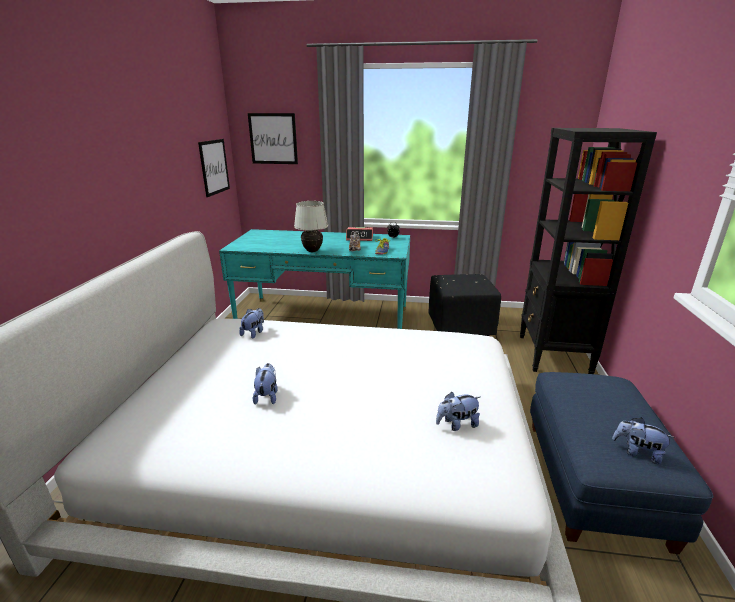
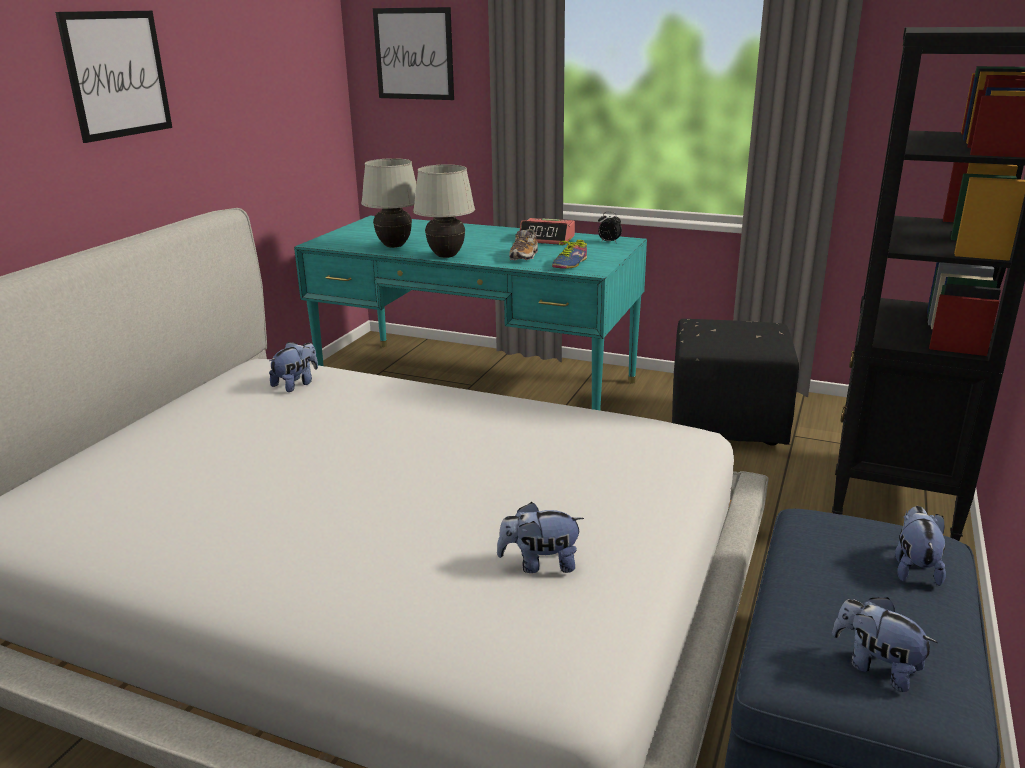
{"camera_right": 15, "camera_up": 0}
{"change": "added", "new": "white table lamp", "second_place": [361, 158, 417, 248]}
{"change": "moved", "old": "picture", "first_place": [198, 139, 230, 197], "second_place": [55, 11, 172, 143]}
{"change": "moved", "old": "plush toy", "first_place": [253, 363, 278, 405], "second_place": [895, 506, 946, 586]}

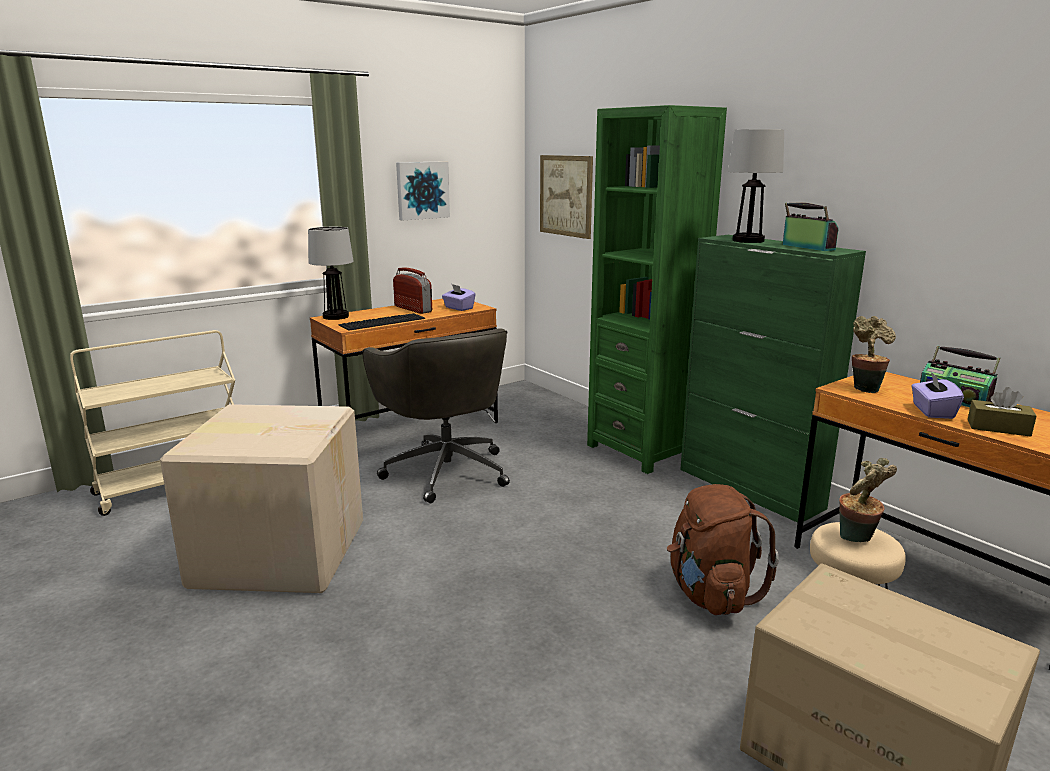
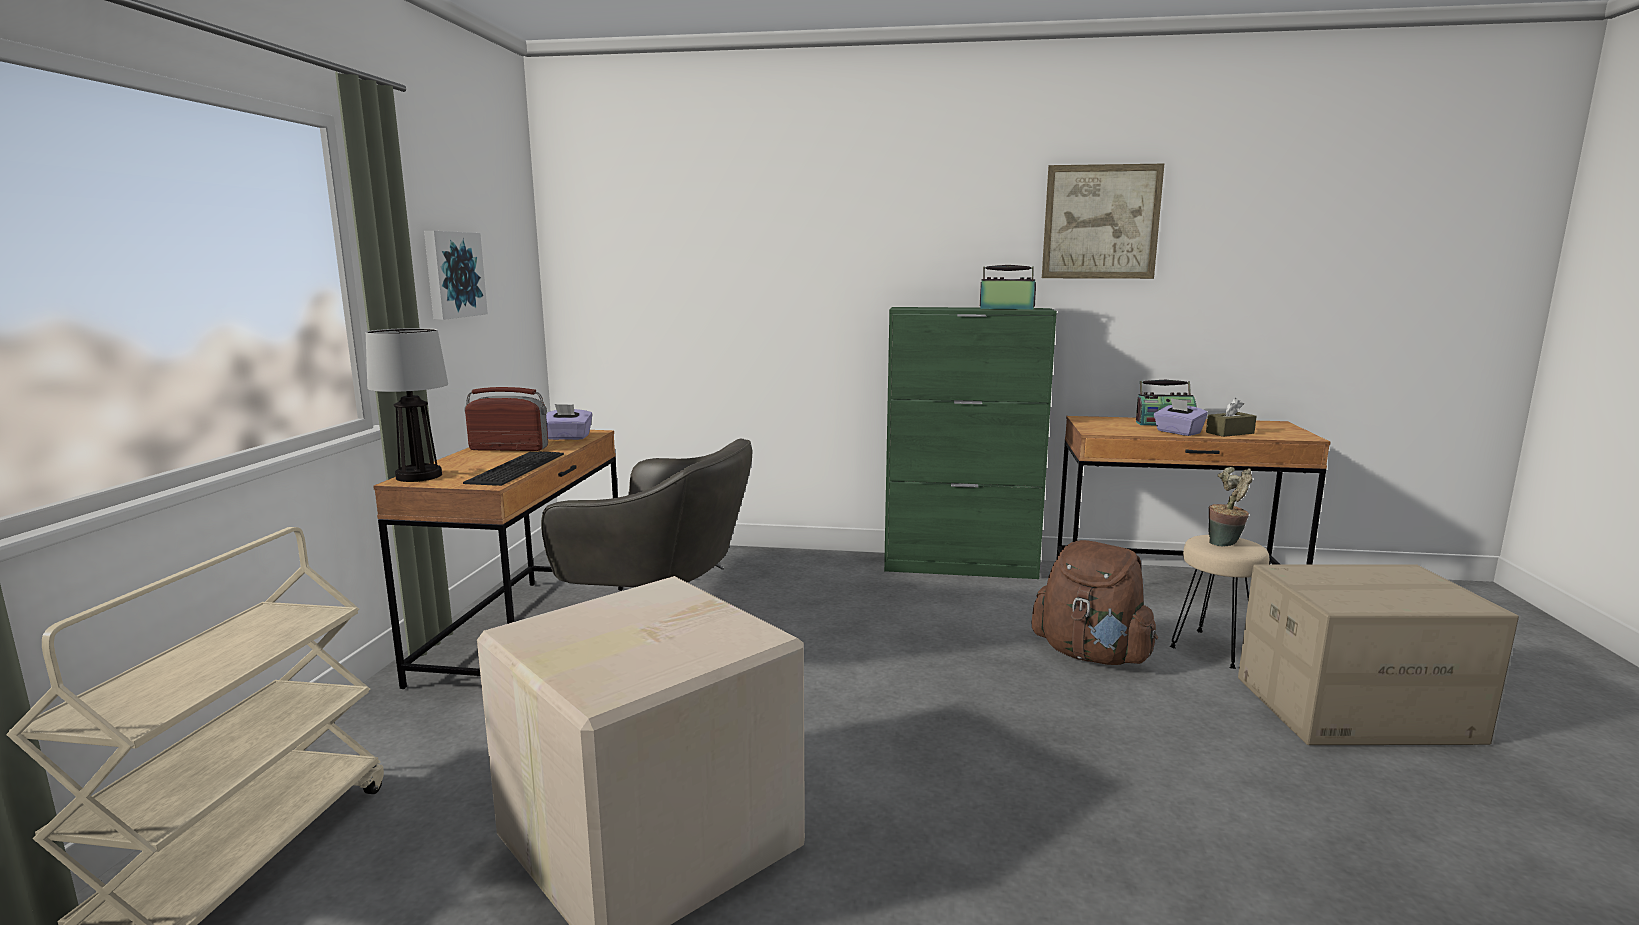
{"camera_right": -45, "camera_up": -5}
{"change": "removed", "old": "green bookcase", "first_place": [587, 105, 727, 474]}
{"change": "removed", "old": "table lamp", "first_place": [728, 129, 784, 243]}
{"change": "removed", "old": "potted plant", "first_place": [852, 316, 896, 393]}
{"change": "moved", "old": "picture", "first_place": [540, 155, 593, 239], "second_place": [1042, 164, 1164, 279]}

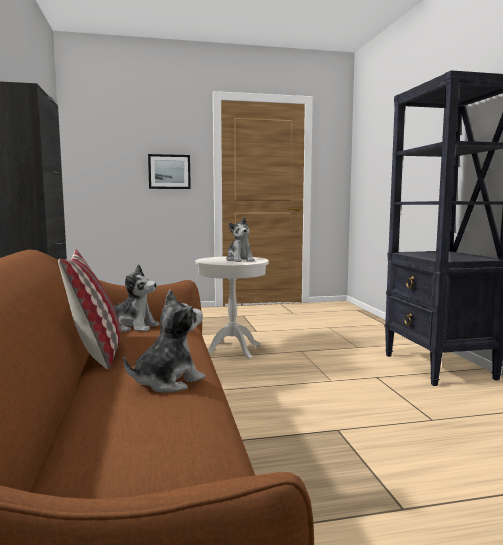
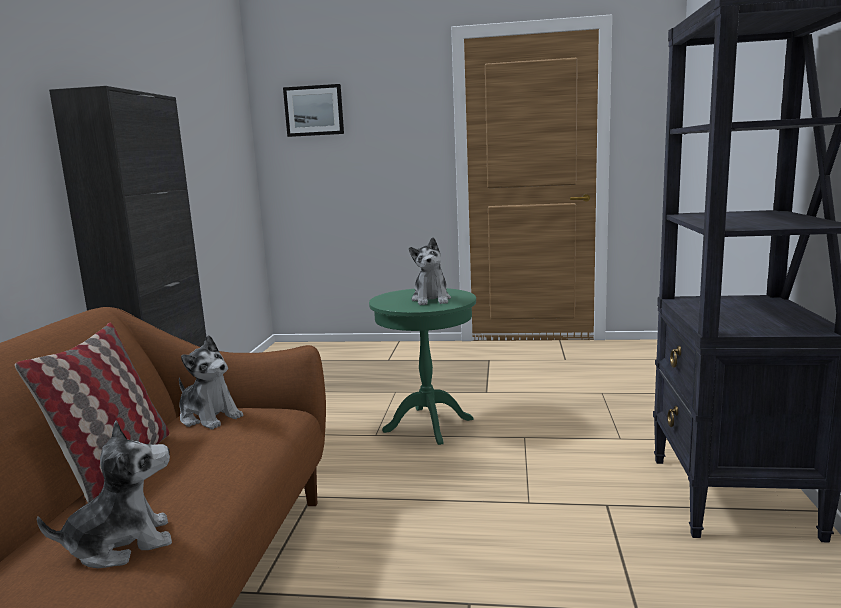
{"camera_right": 20, "camera_up": 5}
{"change": "moved", "old": "picture", "first_place": [148, 154, 191, 189], "second_place": [283, 84, 344, 137]}
{"change": "recoloured", "old": "white side table", "new": "green side table", "first_place": [195, 257, 269, 359], "second_place": [369, 288, 476, 445]}

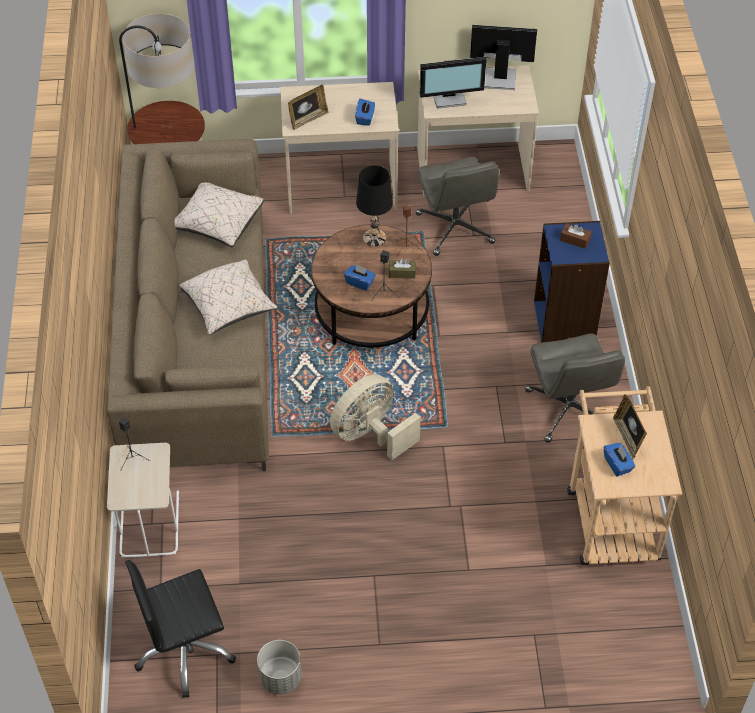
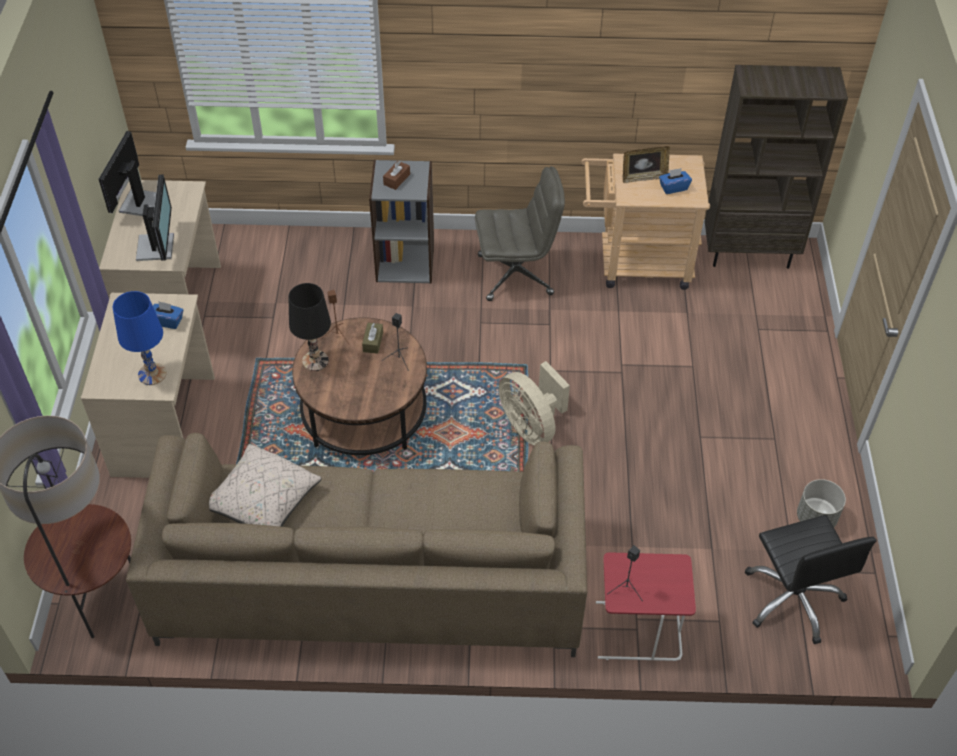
{"camera_right": -85, "camera_up": 0}
{"change": "removed", "old": "beige pillow", "first_place": [179, 259, 278, 335]}
{"change": "removed", "old": "blue tissue box", "first_place": [344, 264, 376, 291]}
{"change": "removed", "old": "grey office chair", "first_place": [416, 156, 499, 256]}
{"change": "added", "new": "brown bookcase", "second_place": [705, 65, 848, 269]}
{"change": "replaced", "old": "picture frame", "new": "blue table lamp", "first_place": [288, 85, 329, 130], "second_place": [113, 291, 167, 385]}
{"change": "recoloured", "old": "beige side table", "new": "red side table", "first_place": [107, 443, 179, 558], "second_place": [596, 552, 696, 661]}
{"change": "recoloured", "old": "blue bookcase", "new": "grey bookcase", "first_place": [534, 221, 610, 343], "second_place": [369, 160, 434, 283]}

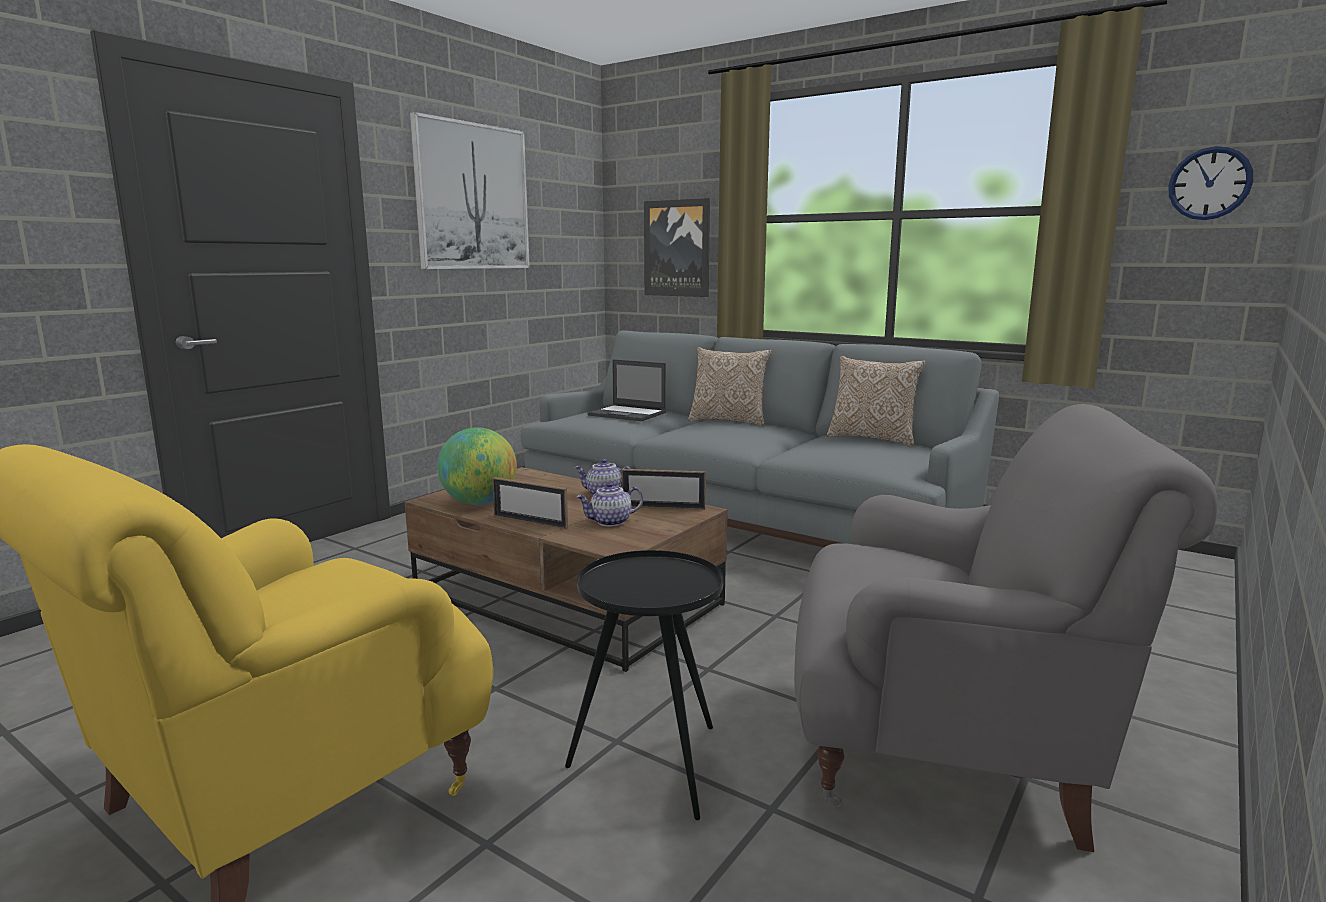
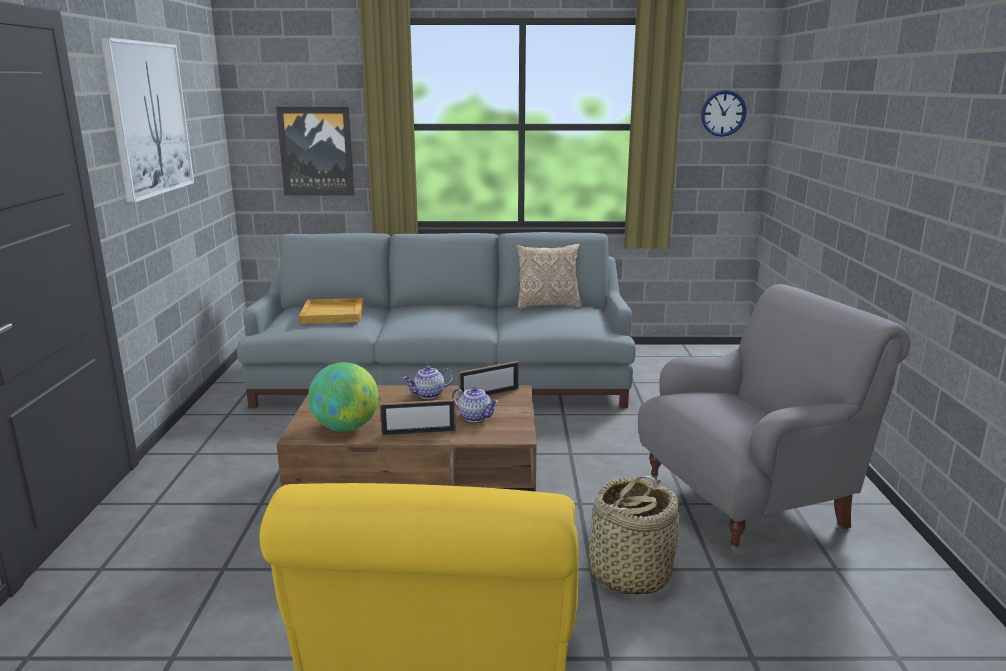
{"camera_right": -35, "camera_up": 5}
{"change": "removed", "old": "pillow", "first_place": [688, 347, 772, 426]}
{"change": "replaced", "old": "black side table", "new": "basket", "first_place": [565, 550, 723, 820], "second_place": [586, 476, 679, 594]}
{"change": "replaced", "old": "laptop", "new": "beige tray", "first_place": [588, 359, 666, 421], "second_place": [299, 298, 364, 324]}
{"change": "turned", "old": "teapot", "first_place": [576, 482, 643, 527], "second_place": [452, 387, 498, 422], "degrees": -90}

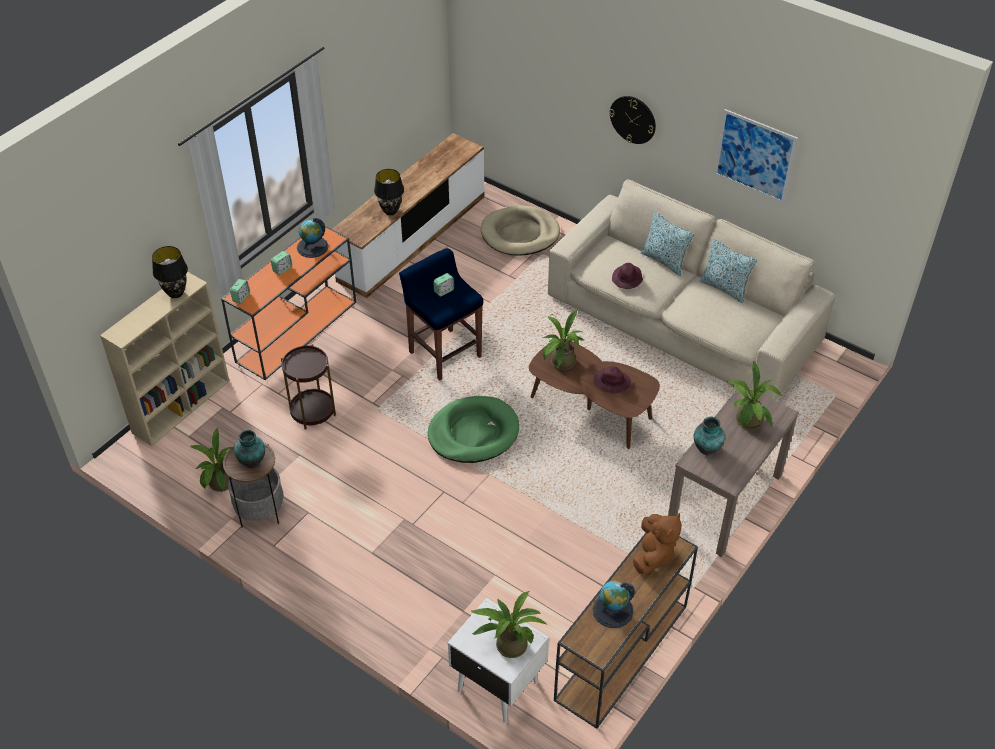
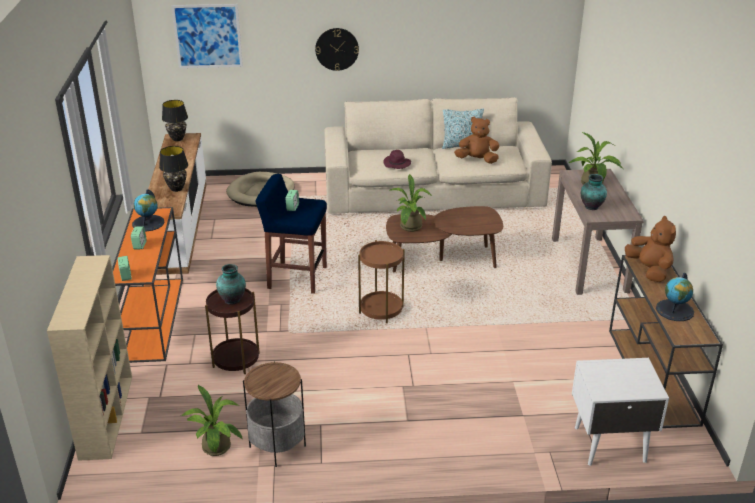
{"camera_right": -40, "camera_up": -15}
{"change": "removed", "old": "potted plant", "first_place": [471, 591, 548, 658]}
{"change": "removed", "old": "purple hat", "first_place": [593, 366, 631, 394]}
{"change": "removed", "old": "pillow", "first_place": [641, 212, 694, 276]}
{"change": "added", "new": "brown plush toy", "second_place": [454, 117, 499, 164]}
{"change": "moved", "old": "black table lamp", "first_place": [152, 246, 188, 298], "second_place": [162, 100, 188, 141]}
{"change": "moved", "old": "vase", "first_place": [234, 430, 265, 468], "second_place": [216, 264, 246, 305]}
{"change": "moved", "old": "picture", "first_place": [714, 109, 798, 204], "second_place": [172, 4, 243, 68]}
{"change": "replaced", "old": "green dog bed", "new": "brown side table", "first_place": [428, 396, 519, 463], "second_place": [358, 240, 405, 323]}

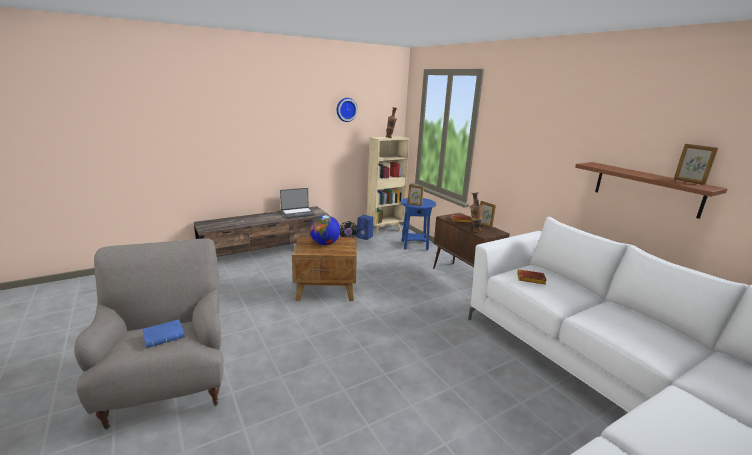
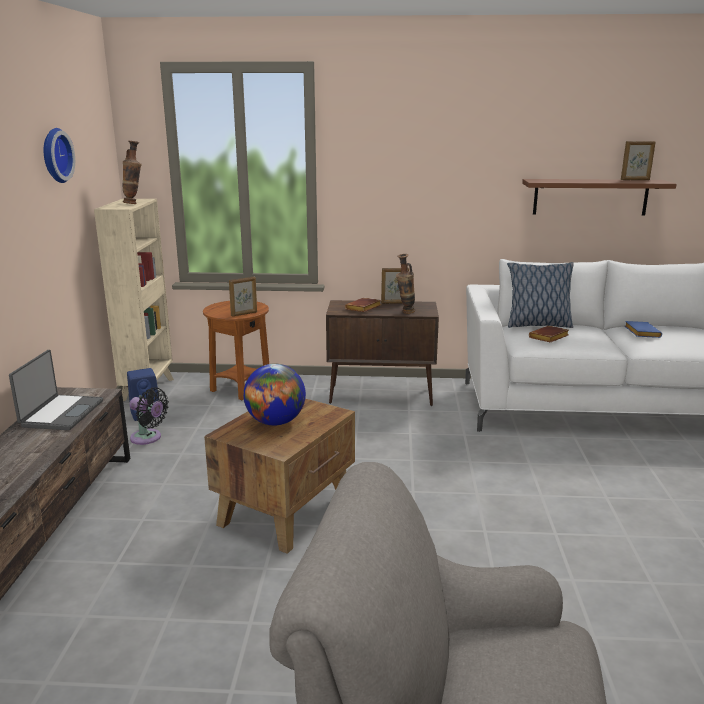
{"camera_right": -55, "camera_up": 0}
{"change": "added", "new": "pillow", "second_place": [507, 262, 574, 328]}
{"change": "moved", "old": "blue book", "first_place": [142, 319, 185, 348], "second_place": [625, 321, 662, 338]}
{"change": "recoloured", "old": "blue side table", "new": "brown side table", "first_place": [401, 198, 436, 250], "second_place": [203, 301, 269, 400]}

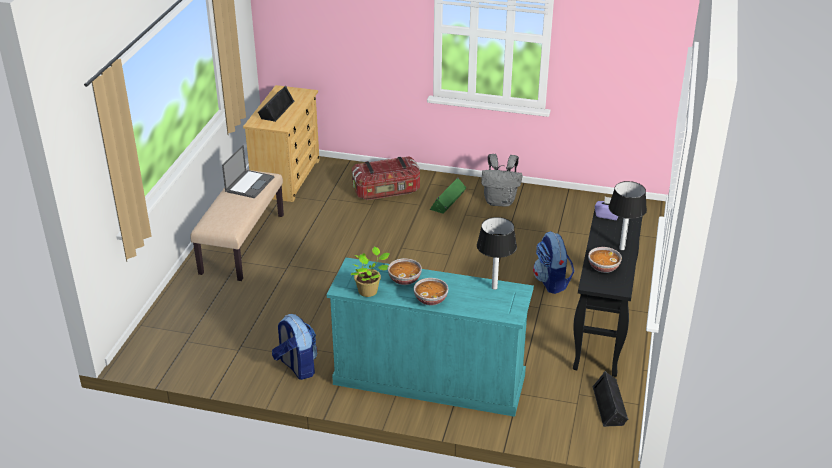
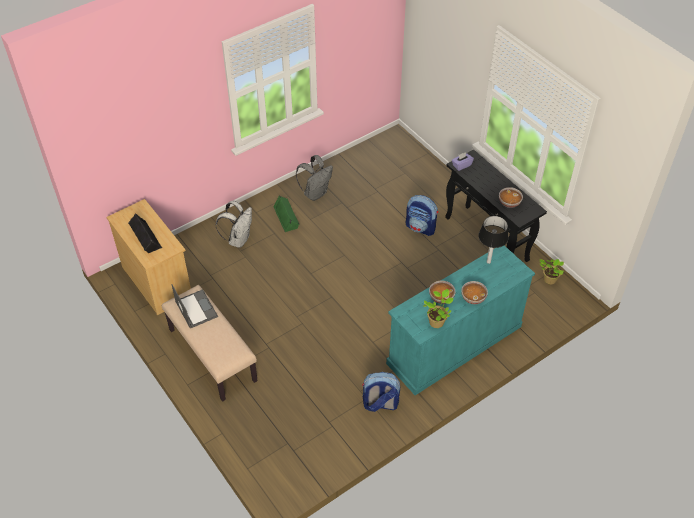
{"camera_right": -50, "camera_up": 15}
{"change": "removed", "old": "table lamp", "first_place": [609, 181, 647, 250]}
{"change": "replaced", "old": "storage box", "new": "white backpack", "first_place": [352, 156, 420, 200], "second_place": [215, 201, 252, 248]}
{"change": "replaced", "old": "black speaker", "new": "potted plant", "first_place": [592, 371, 628, 427], "second_place": [539, 259, 564, 284]}

